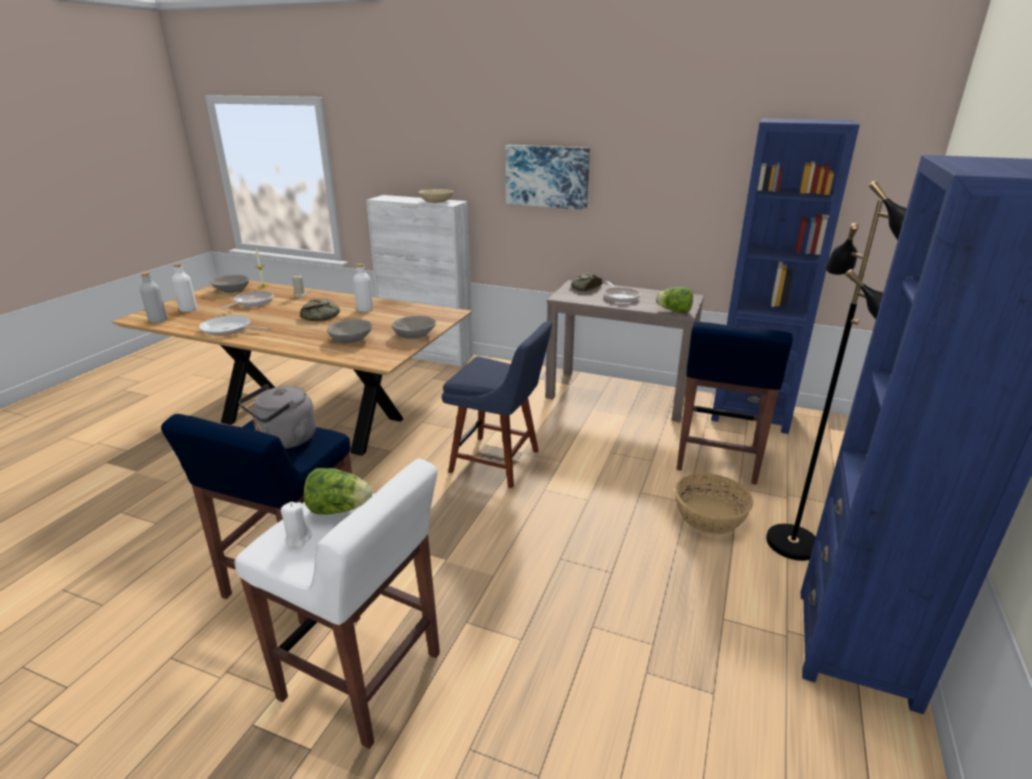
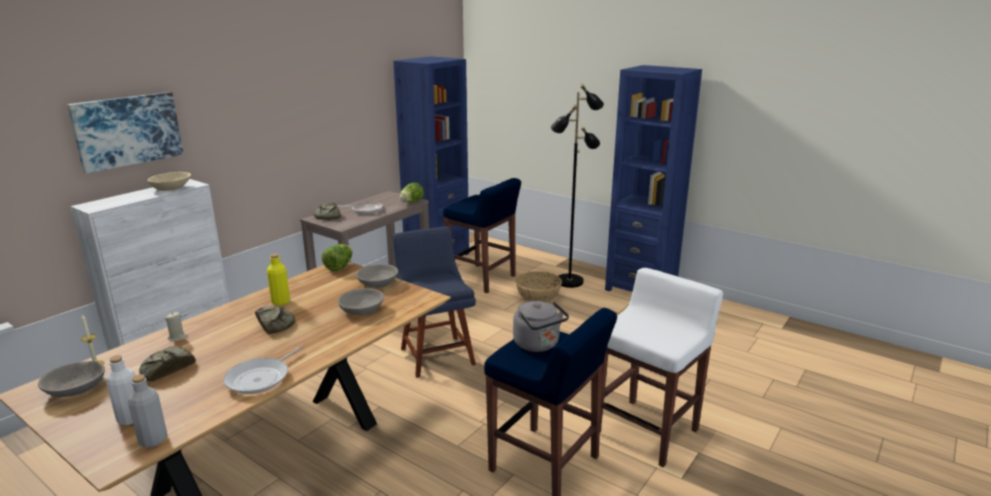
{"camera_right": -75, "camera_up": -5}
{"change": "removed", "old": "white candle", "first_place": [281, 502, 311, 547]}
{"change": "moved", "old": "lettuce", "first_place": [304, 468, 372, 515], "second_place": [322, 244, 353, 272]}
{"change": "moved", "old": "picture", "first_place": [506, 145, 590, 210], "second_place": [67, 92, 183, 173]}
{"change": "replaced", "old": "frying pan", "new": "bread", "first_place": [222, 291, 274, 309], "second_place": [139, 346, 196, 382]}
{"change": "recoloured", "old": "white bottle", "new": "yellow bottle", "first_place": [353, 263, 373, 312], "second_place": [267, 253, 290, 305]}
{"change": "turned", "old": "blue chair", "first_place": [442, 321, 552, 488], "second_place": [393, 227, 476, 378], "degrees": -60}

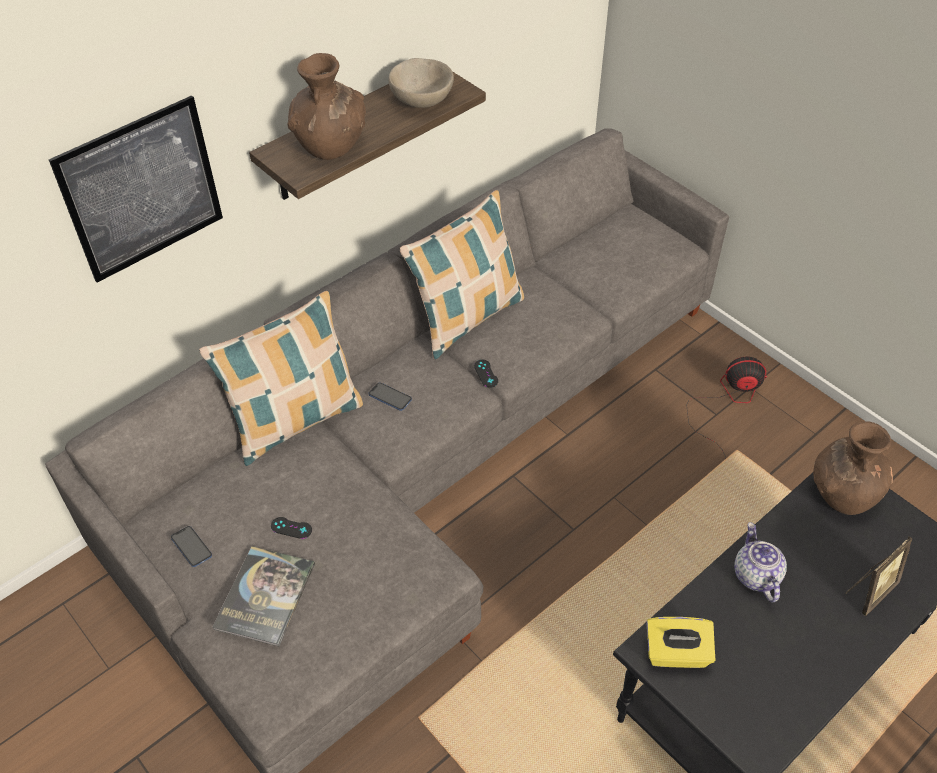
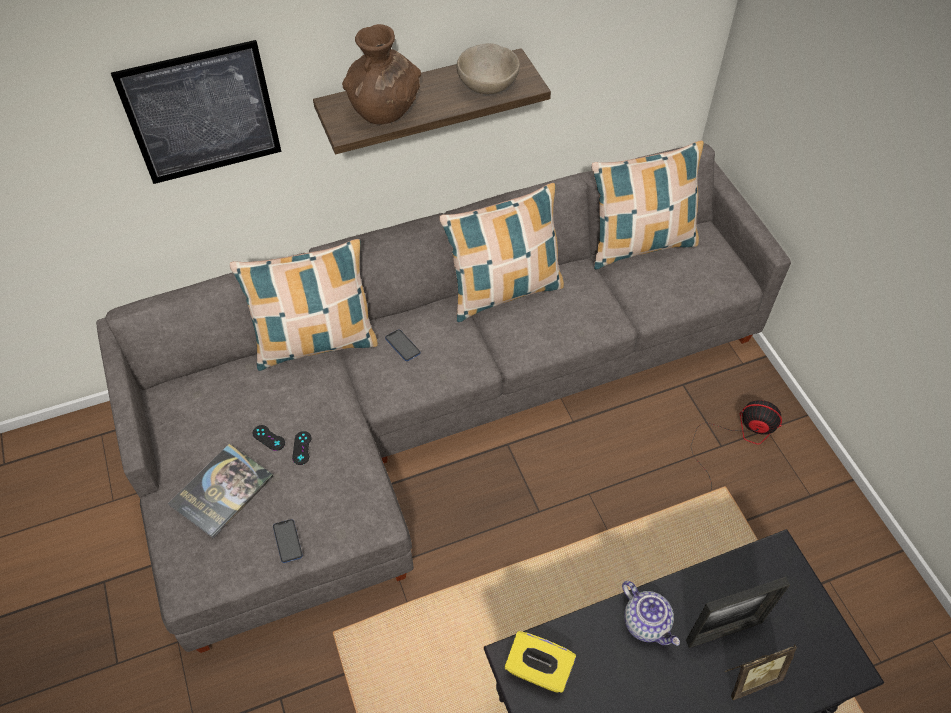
{"camera_right": 20, "camera_up": 5}
{"change": "removed", "old": "brown vase", "first_place": [813, 421, 893, 515]}
{"change": "added", "new": "pillow", "second_place": [591, 140, 704, 269]}
{"change": "added", "new": "picture frame", "second_place": [686, 577, 790, 648]}
{"change": "moved", "old": "phone", "first_place": [171, 526, 212, 567], "second_place": [273, 519, 303, 563]}
{"change": "moved", "old": "black game controller", "first_place": [474, 360, 498, 388], "second_place": [292, 431, 312, 465]}
{"change": "turned", "old": "teapot", "first_place": [734, 522, 787, 602], "second_place": [622, 581, 680, 646], "degrees": 135}

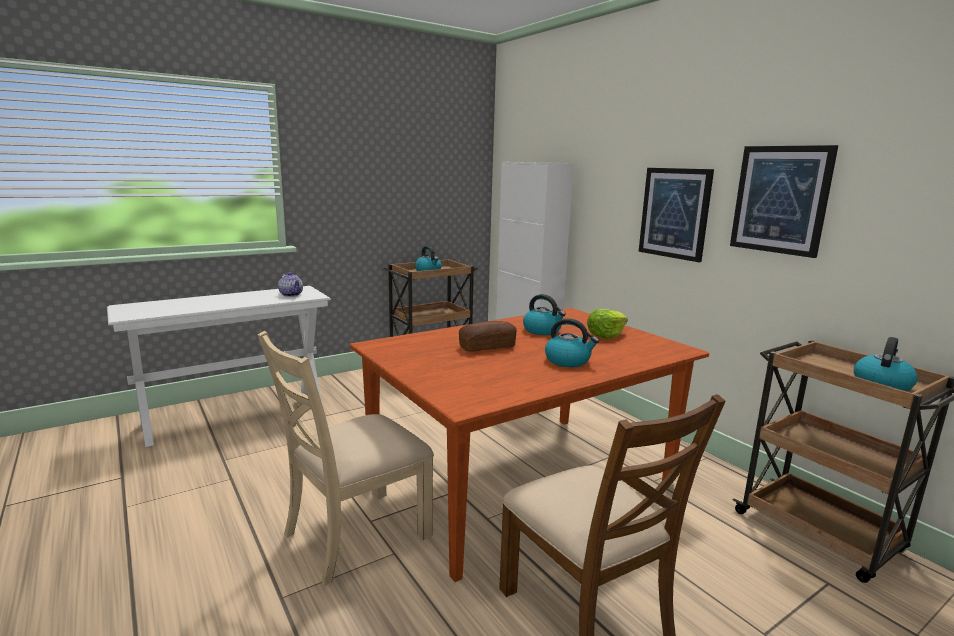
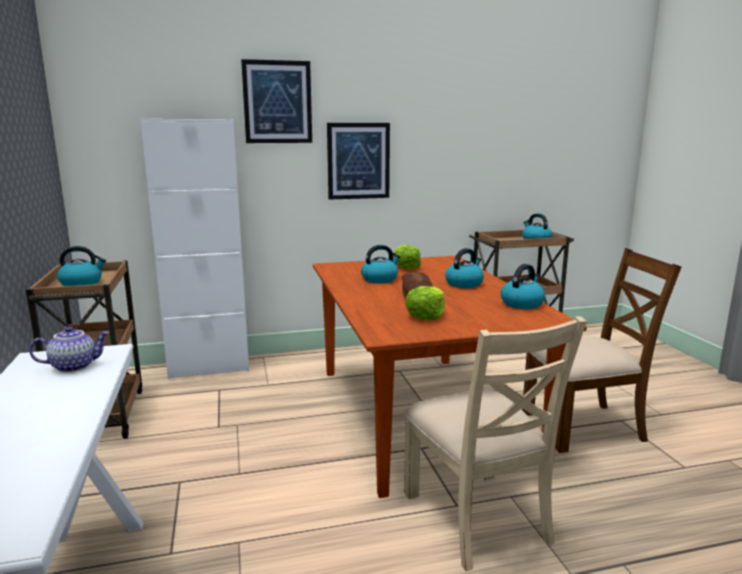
{"camera_right": -70, "camera_up": 0}
{"change": "added", "new": "lettuce", "second_place": [405, 286, 445, 320]}
{"change": "added", "new": "kettle", "second_place": [501, 264, 545, 309]}
{"change": "moved", "old": "picture", "first_place": [730, 145, 838, 258], "second_place": [241, 59, 312, 143]}

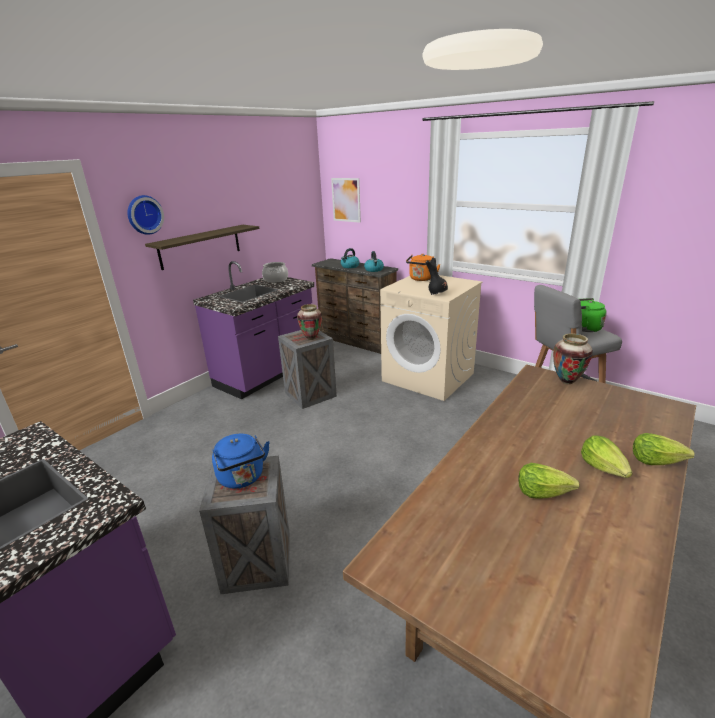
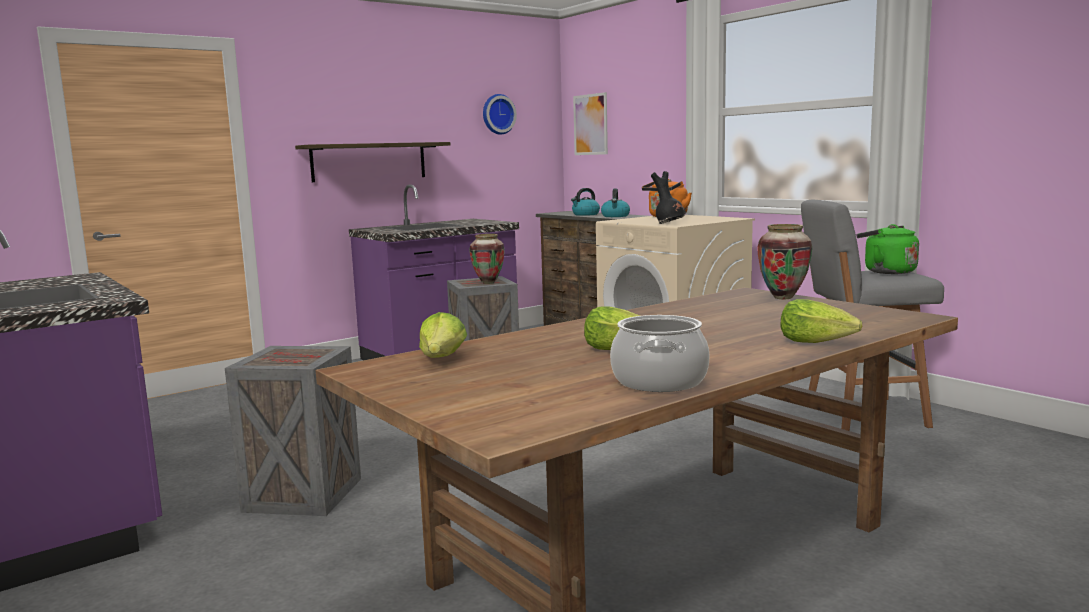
{"camera_right": 15, "camera_up": -15}
{"change": "removed", "old": "blue kettle", "first_place": [212, 434, 270, 489]}
{"change": "moved", "old": "wall clock", "first_place": [127, 195, 164, 235], "second_place": [483, 94, 517, 135]}
{"change": "moved", "old": "cooking pot", "first_place": [262, 262, 288, 283], "second_place": [610, 315, 710, 392]}
{"change": "moved", "old": "lettuce", "first_place": [581, 435, 633, 478], "second_place": [419, 312, 467, 358]}

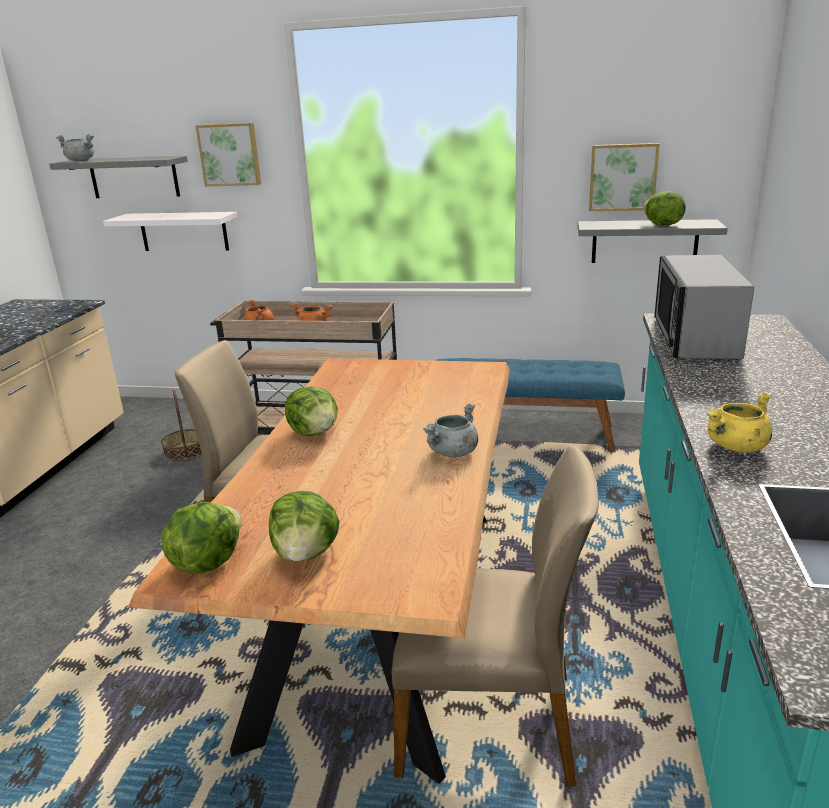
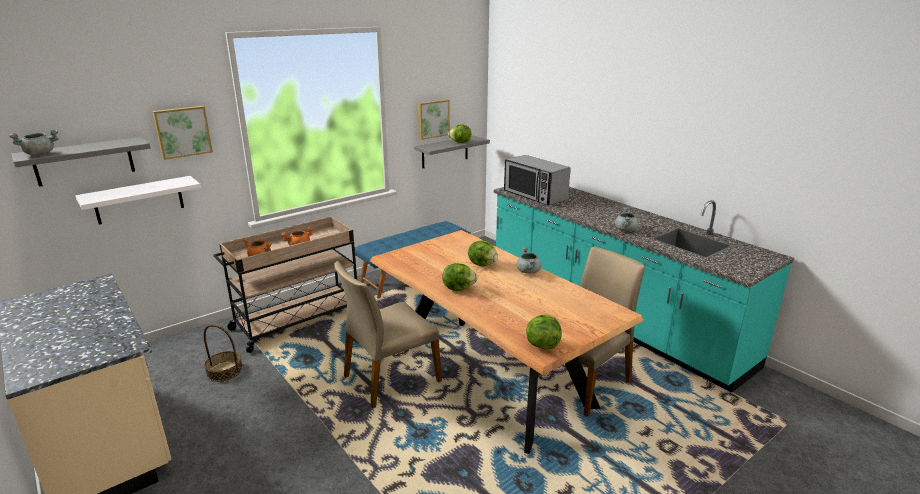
{"camera_right": -50, "camera_up": 0}
{"change": "moved", "old": "lettuce", "first_place": [269, 491, 340, 562], "second_place": [468, 241, 498, 266]}
{"change": "recoloured", "old": "yellow cooking pot", "new": "grey cooking pot", "first_place": [706, 393, 772, 453], "second_place": [615, 207, 639, 231]}

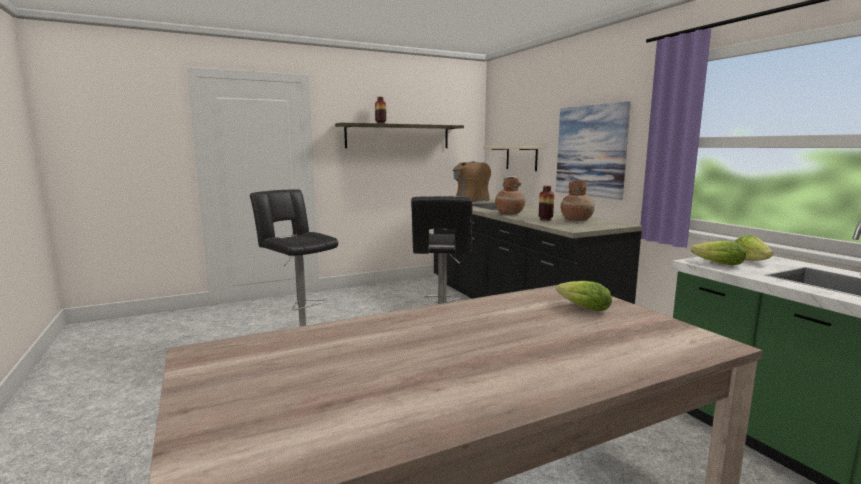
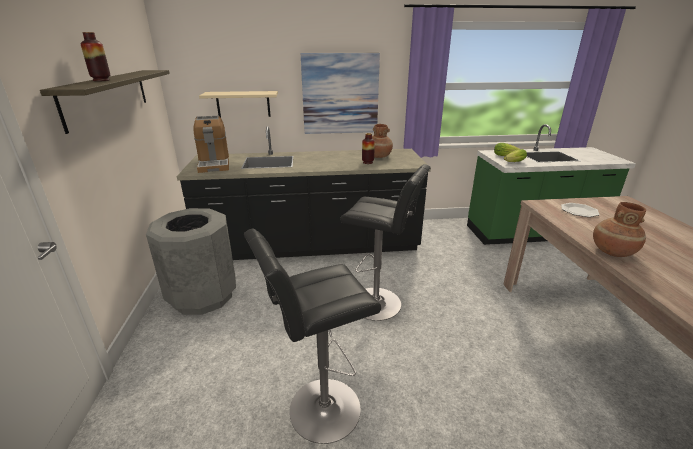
{"camera_right": -70, "camera_up": 15}
{"change": "added", "new": "grey trash can", "second_place": [146, 208, 236, 315]}
{"change": "moved", "old": "brown vase", "first_place": [495, 178, 525, 214], "second_place": [593, 202, 646, 257]}
{"change": "replaced", "old": "lettuce", "new": "plate", "first_place": [556, 281, 612, 311], "second_place": [561, 203, 600, 217]}

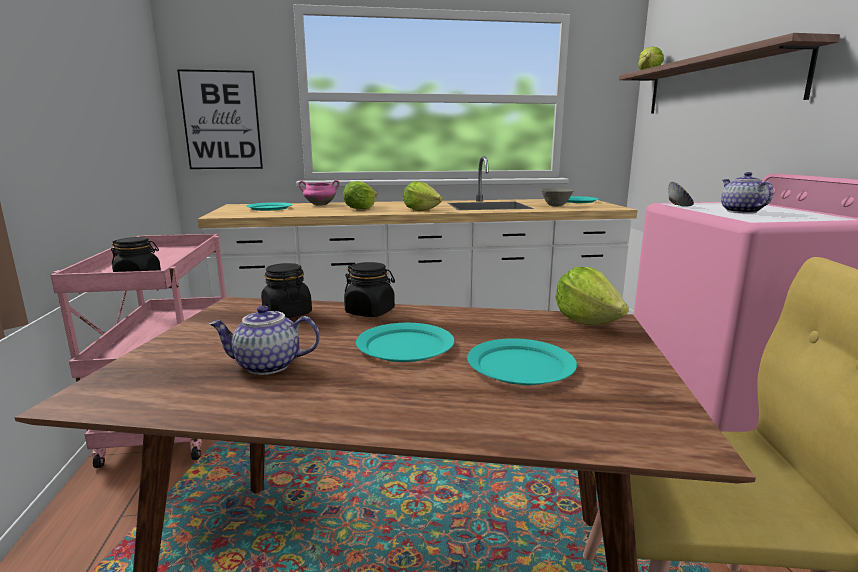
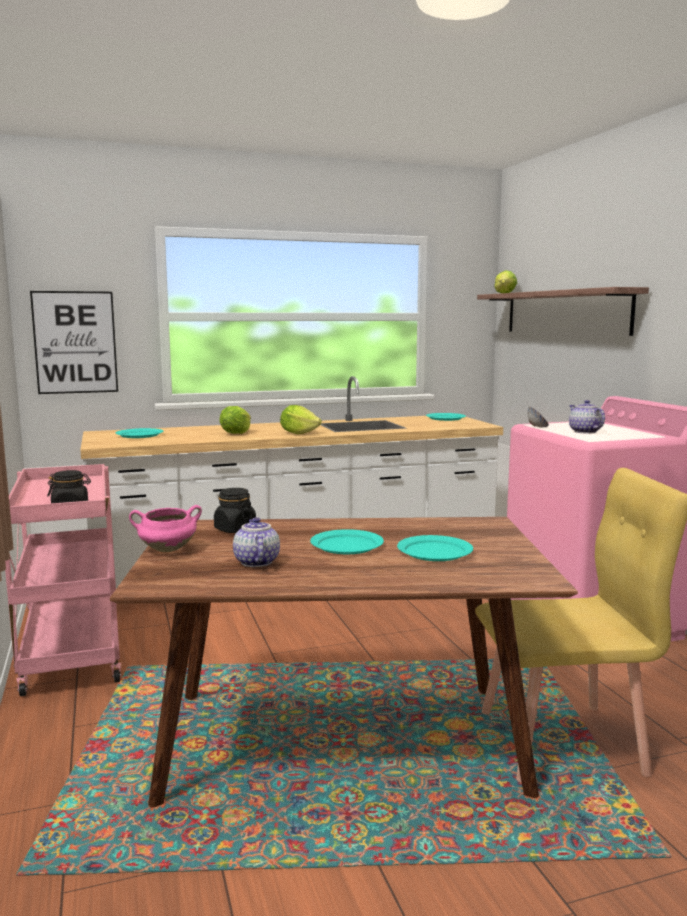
{"camera_right": -10, "camera_up": -5}
{"change": "removed", "old": "black jar", "first_place": [344, 262, 395, 317]}
{"change": "removed", "old": "grey bowl", "first_place": [541, 188, 573, 207]}
{"change": "removed", "old": "lettuce", "first_place": [555, 267, 629, 325]}
{"change": "moved", "old": "pink cooking pot", "first_place": [298, 180, 340, 206], "second_place": [129, 505, 202, 552]}
{"change": "turned", "old": "teapot", "first_place": [209, 305, 320, 375], "second_place": [233, 517, 280, 567], "degrees": 90}

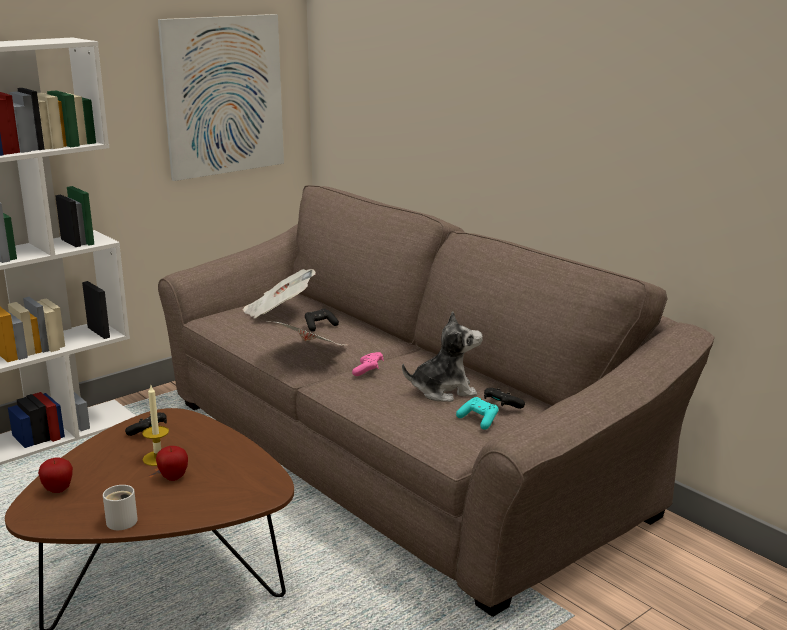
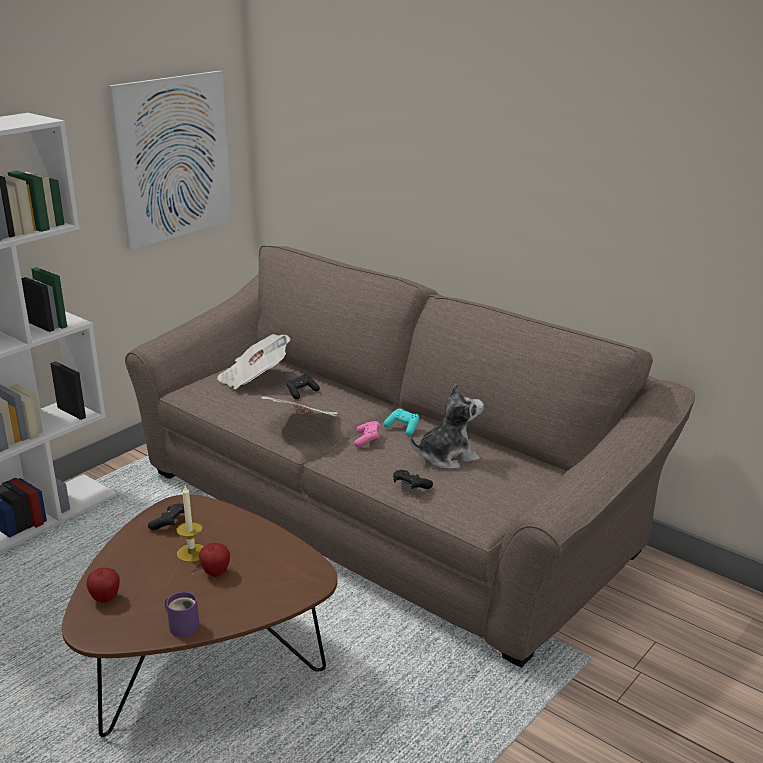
{"camera_right": -10, "camera_up": 5}
{"change": "moved", "old": "turquoise game controller", "first_place": [456, 397, 499, 430], "second_place": [384, 408, 419, 436]}
{"change": "moved", "old": "black game controller", "first_place": [484, 388, 525, 409], "second_place": [393, 470, 433, 489]}
{"change": "recoloured", "old": "white mug", "new": "purple mug", "first_place": [103, 485, 138, 530], "second_place": [165, 592, 200, 637]}

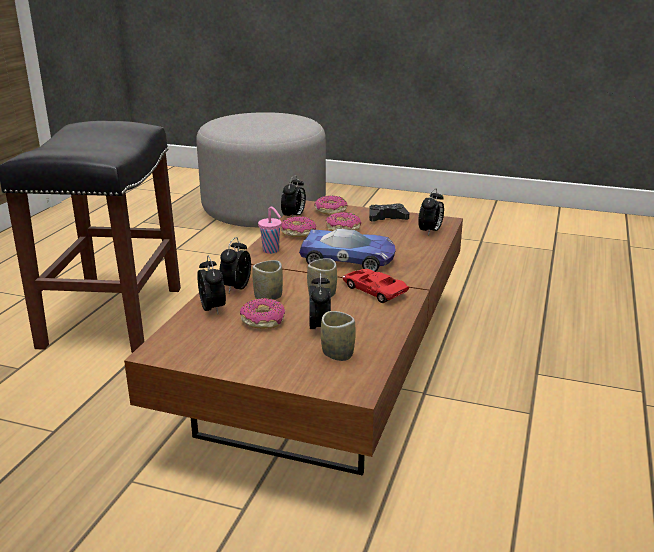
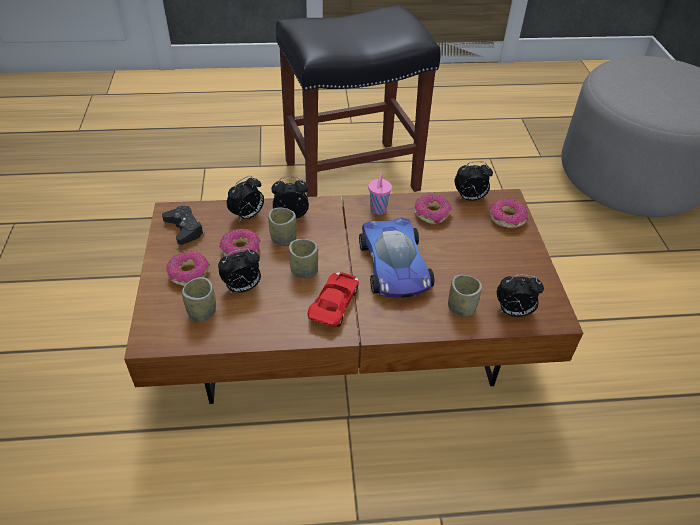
{"camera_right": 65, "camera_up": 20}
{"change": "added", "new": "cup", "second_place": [448, 275, 482, 317]}
{"change": "moved", "old": "donut", "first_place": [326, 212, 361, 231], "second_place": [166, 251, 210, 286]}
{"change": "moved", "old": "black game controller", "first_place": [369, 203, 409, 222], "second_place": [162, 206, 204, 245]}

